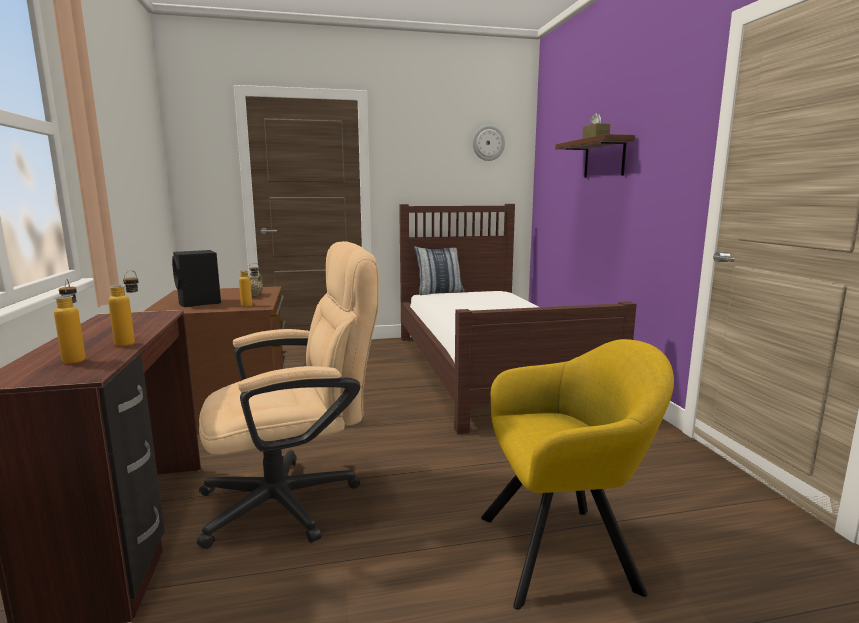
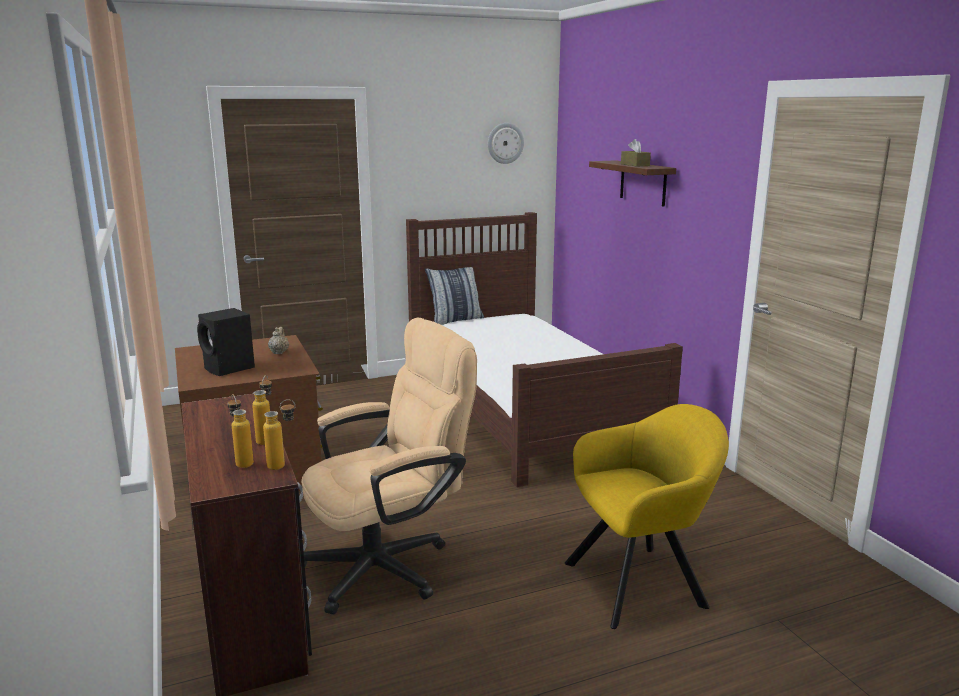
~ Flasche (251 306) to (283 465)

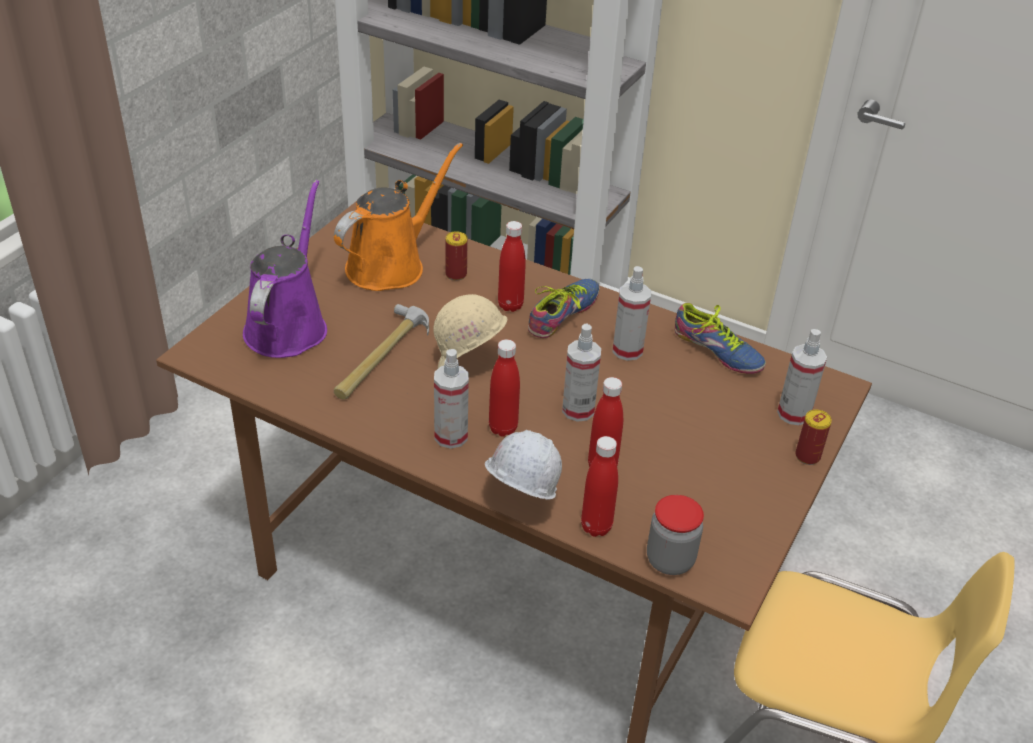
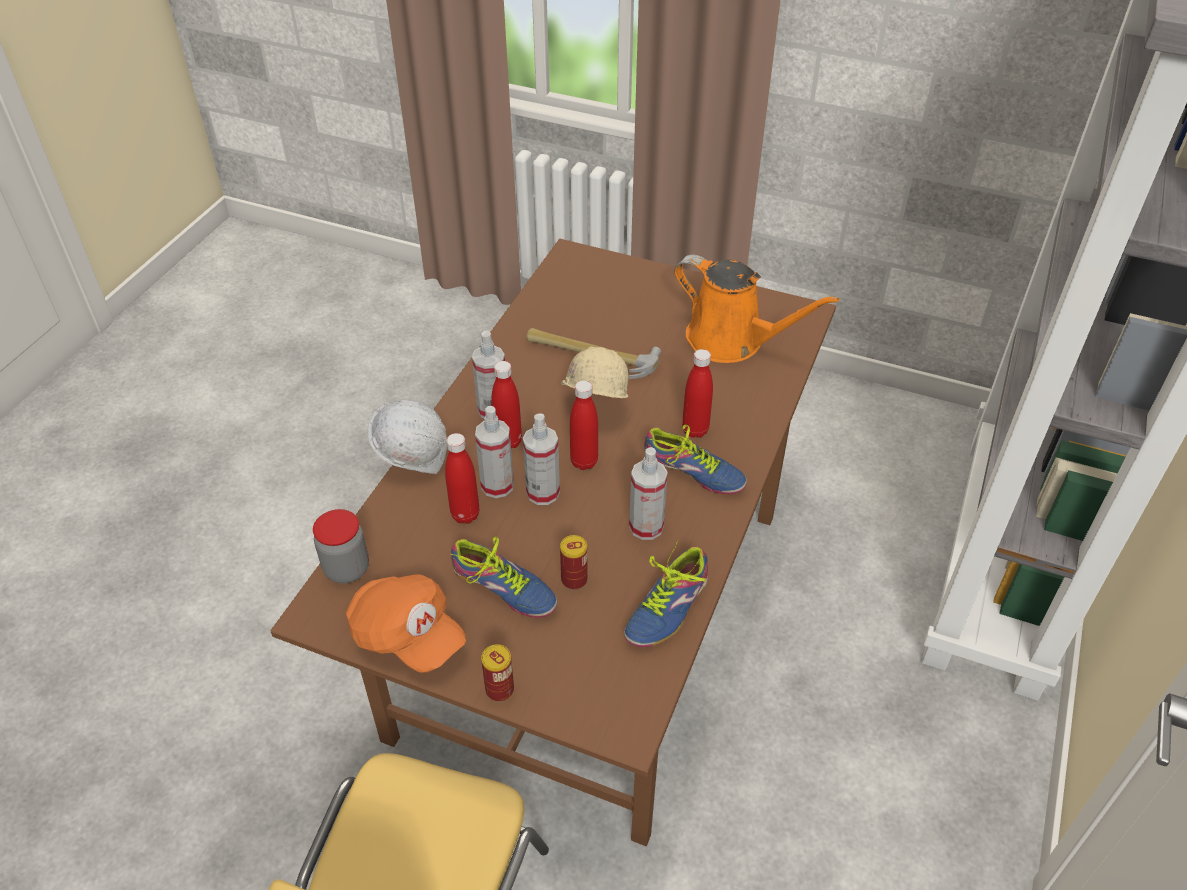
- Gießkanne/lila (288 325)
~ Dose (456 274) to (574 580)
~ Sprühflasche (793 414) to (497 485)
~ Flasche/rot (596 527) to (584 462)
+ Schuh (502 591)
+ Kappe/orange (407 636)

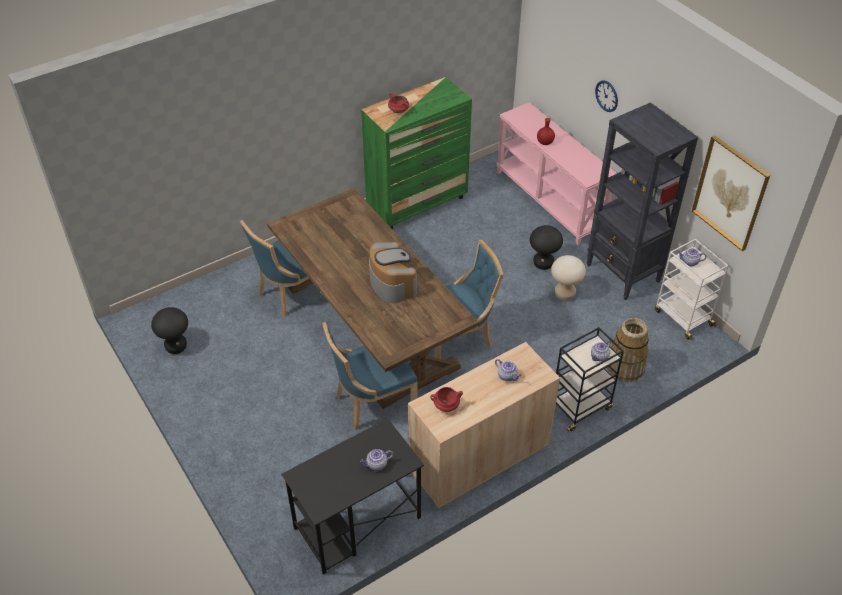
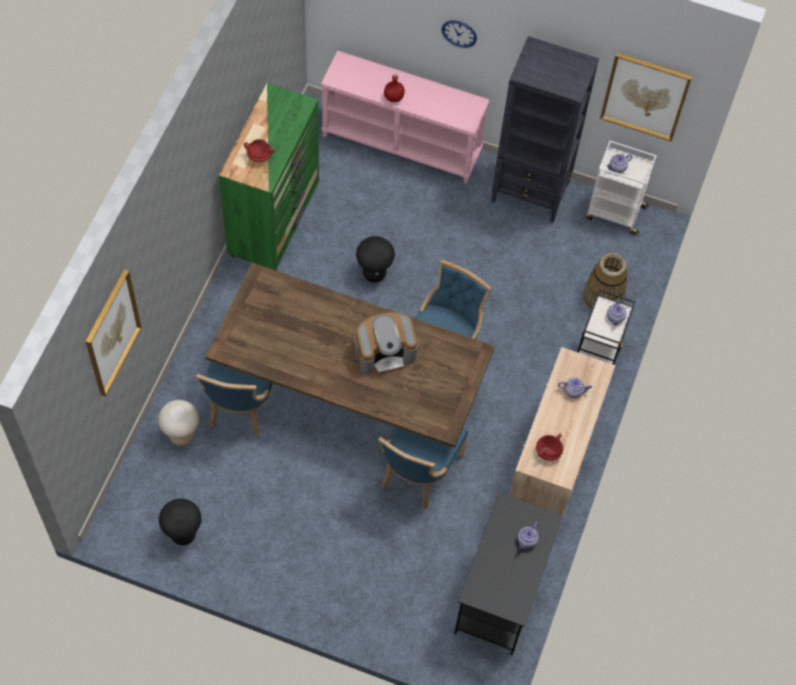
~ Hocker/schwarz (543 264) to (374 274)
~ Kaffeemaschine (392 283) = (385 352) 135 degrees clockwise
~ Hocker/beige (564 294) to (181 436)
+ Bild (112 333)

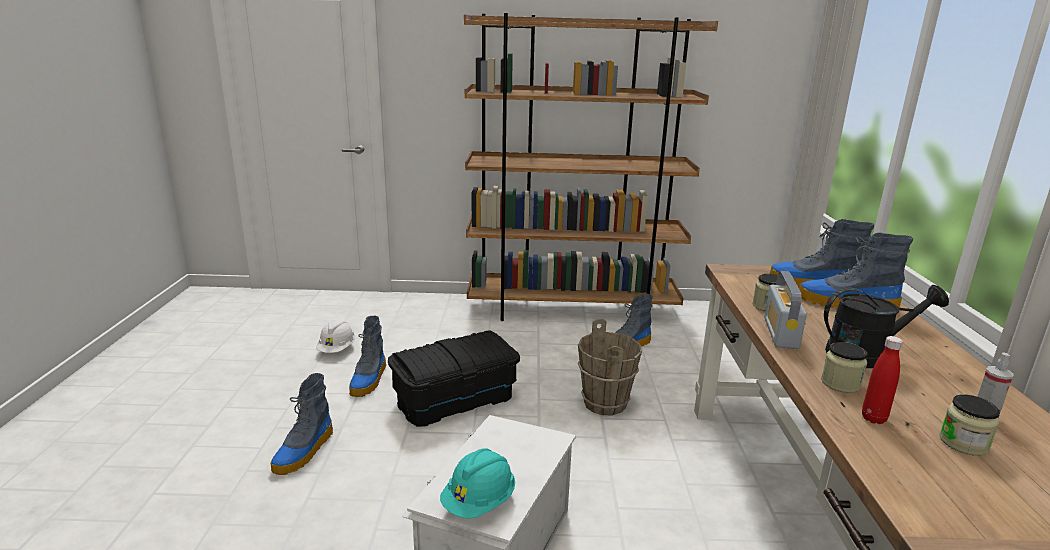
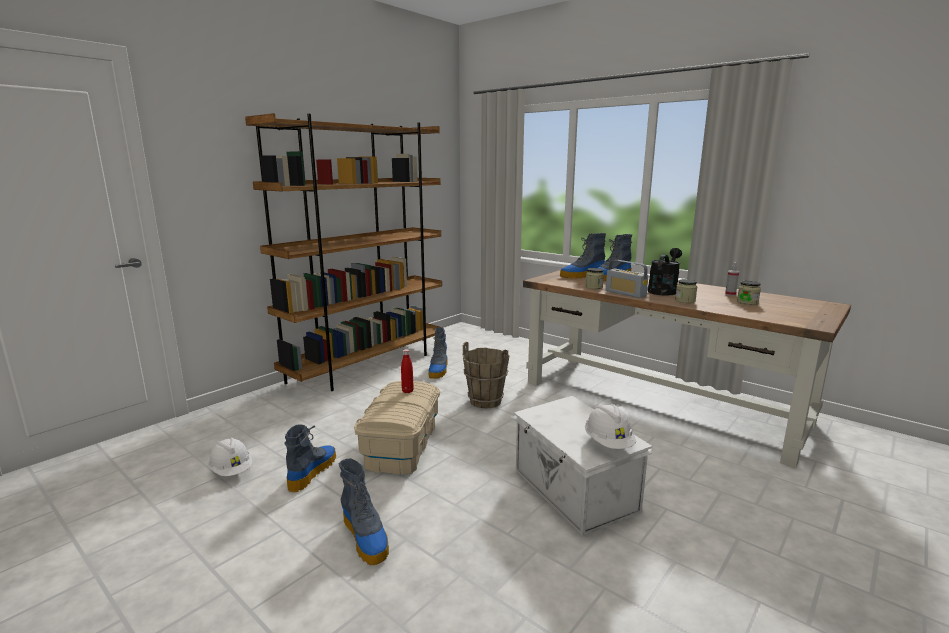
~ Stiefel (369 380) = (312 472) 120 degrees counterclockwise
~ Aufbewahrungsbox/schwarz (455 399) to Aufbewahrungsbox/beige (401 446)
~ Flasche/rot (873 418) to (407 391)
~ Schutzhelm/türkis (479 503) to Schutzhelm/weiß (608 443)

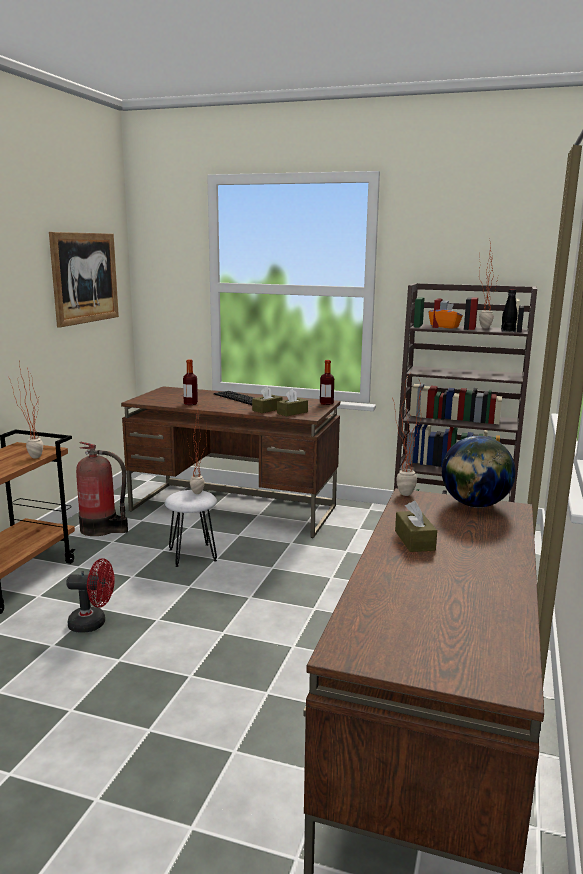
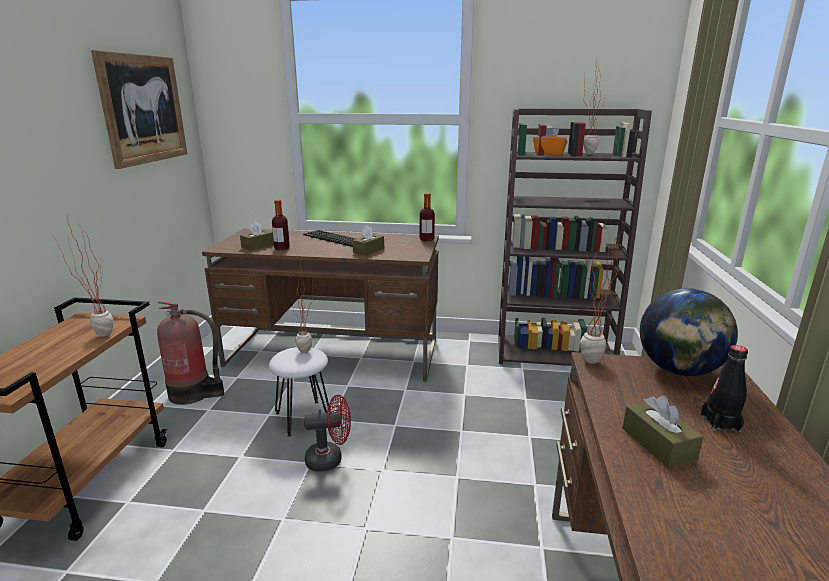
~ Flasche/schwarz (508 331) to (720 423)
~ Taschentuchbox/braun (292 412) to (258 246)
~ Ventilator/rot (93 623) to (330 459)

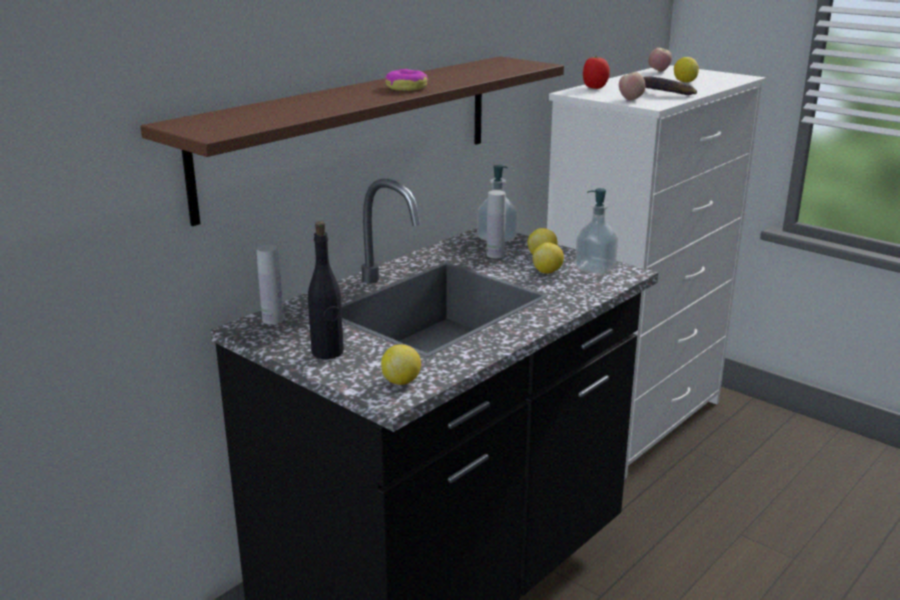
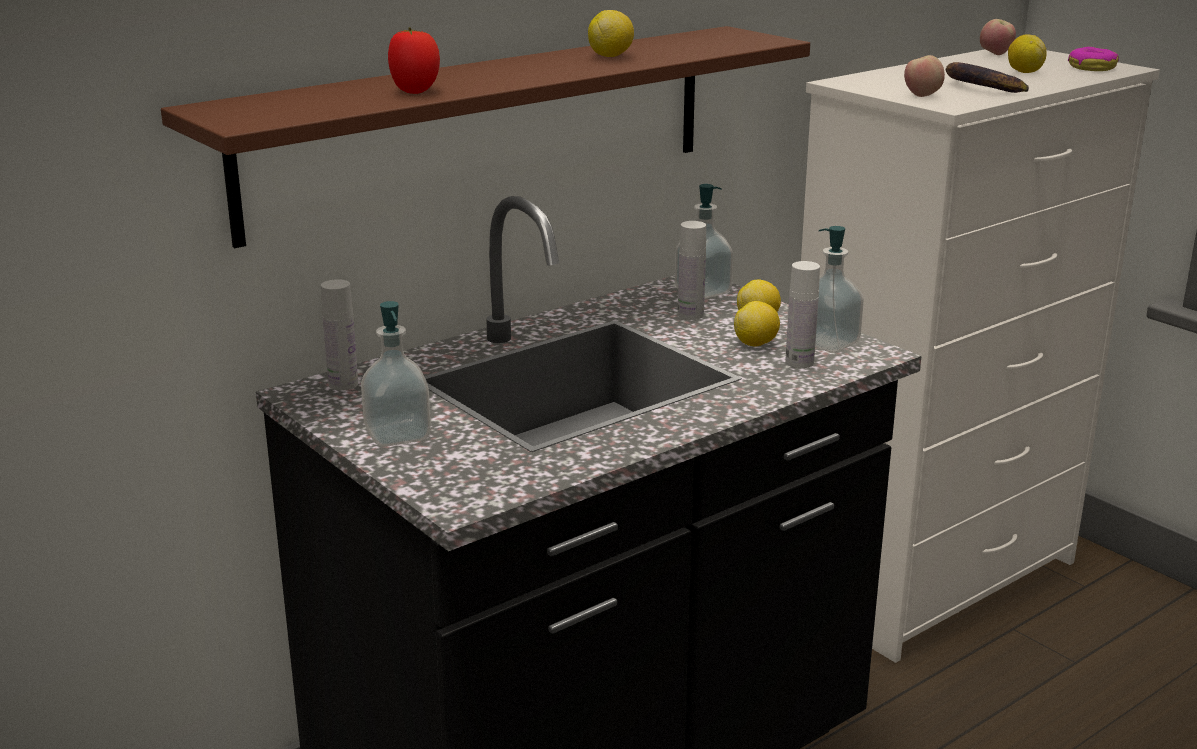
~ Tomate (594 88) to (415 91)
~ Donut (406 87) to (1092 67)
~ Flasche/schwarz (328 352) to Seifenspender (397 435)
~ Zitrone (401 381) to (611 56)
+ Flasche/weiß (799 362)

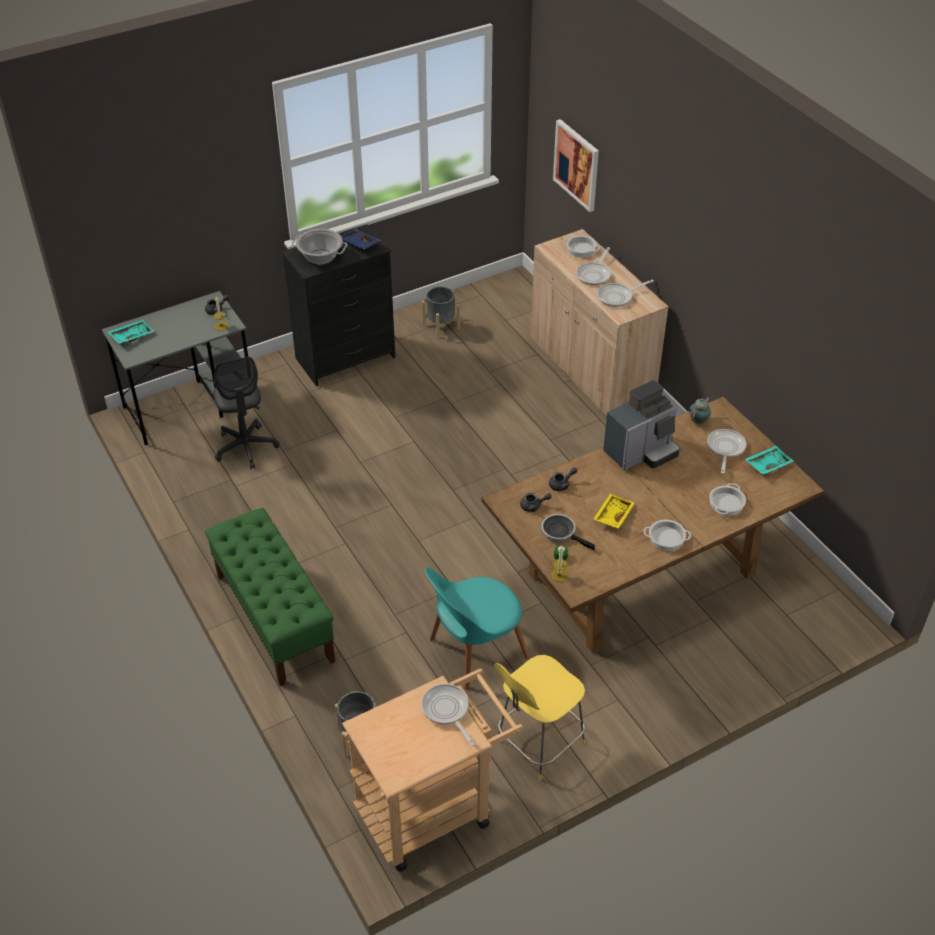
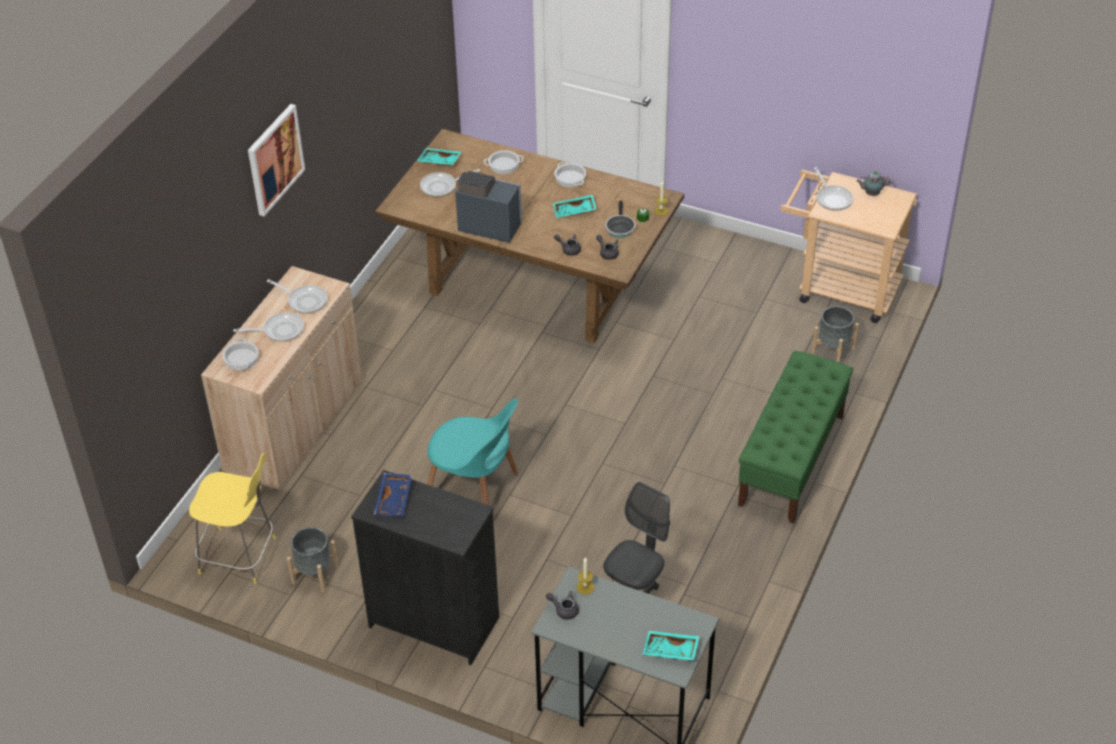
~ Bild (577 165) to (274 159)
- Kochtopf (321 257)
~ Teekanne (699 421) to (871 194)
~ Tablett/gelb (612 515) to Tablett/türkis (574 211)
~ Stuhl/türkis (474 650) to (475 489)
~ Hocker/gelb (538 743) to (240 556)
~ Pfanne (447 711) = (832 198) 45 degrees counterclockwise

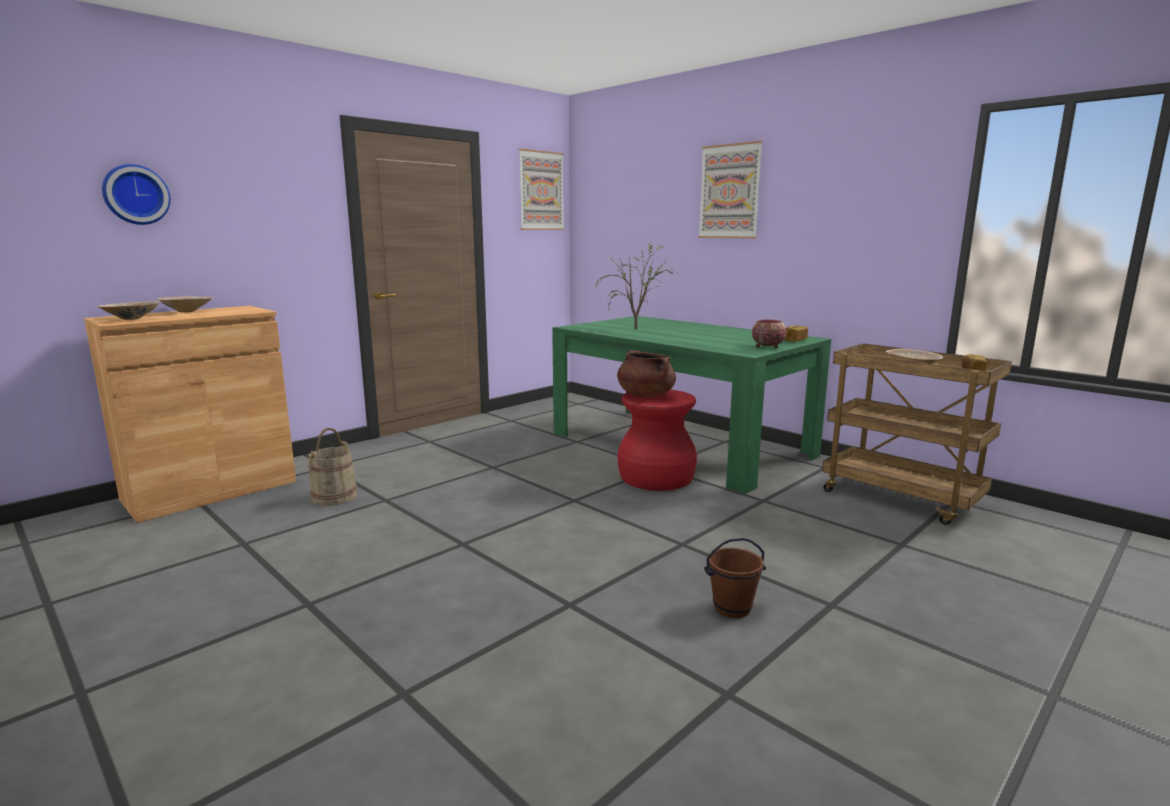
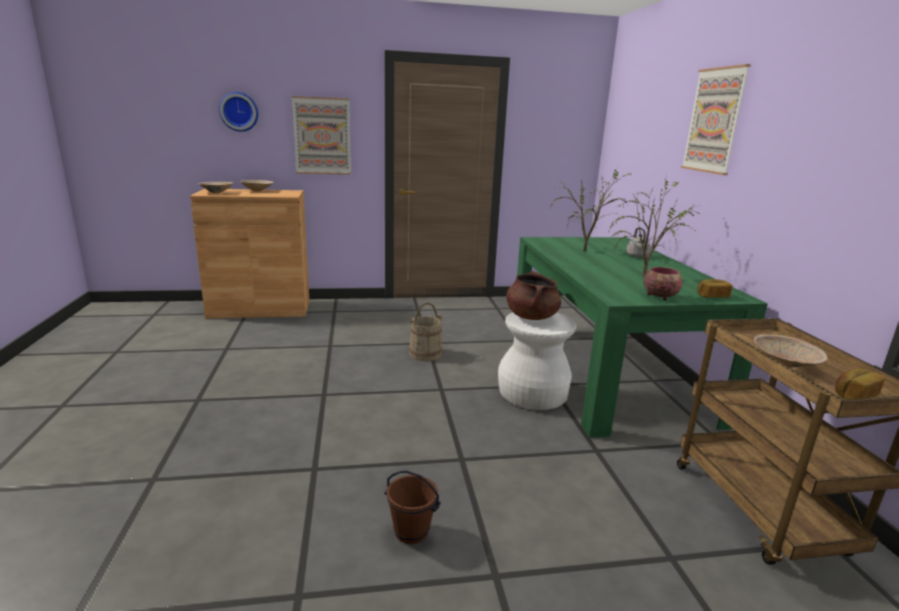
~ Bild (541 191) to (322 136)
~ Hocker/rot (655 478) to Hocker/weiß (531 393)
~ Eimer/beige (334 496) to (425 353)
+ Topfpflanze (642 274)
+ Wasserkessel/grau (638 256)

